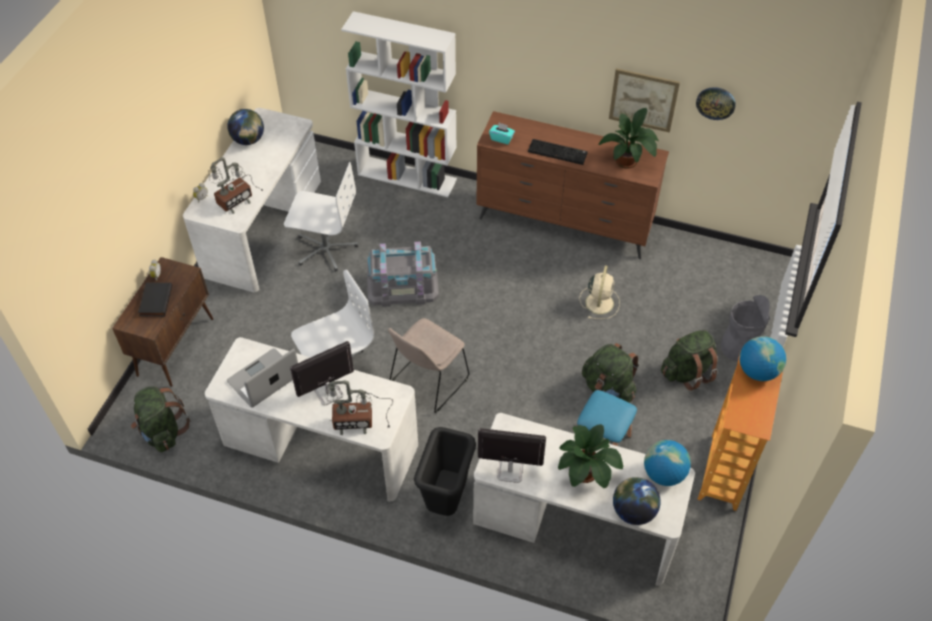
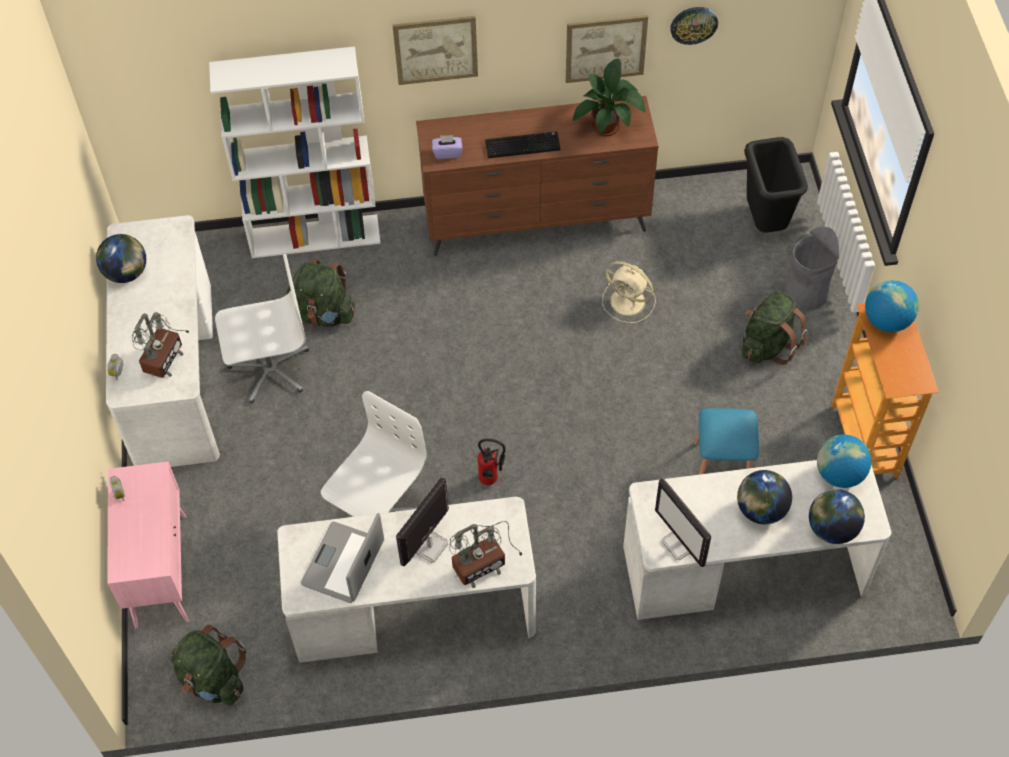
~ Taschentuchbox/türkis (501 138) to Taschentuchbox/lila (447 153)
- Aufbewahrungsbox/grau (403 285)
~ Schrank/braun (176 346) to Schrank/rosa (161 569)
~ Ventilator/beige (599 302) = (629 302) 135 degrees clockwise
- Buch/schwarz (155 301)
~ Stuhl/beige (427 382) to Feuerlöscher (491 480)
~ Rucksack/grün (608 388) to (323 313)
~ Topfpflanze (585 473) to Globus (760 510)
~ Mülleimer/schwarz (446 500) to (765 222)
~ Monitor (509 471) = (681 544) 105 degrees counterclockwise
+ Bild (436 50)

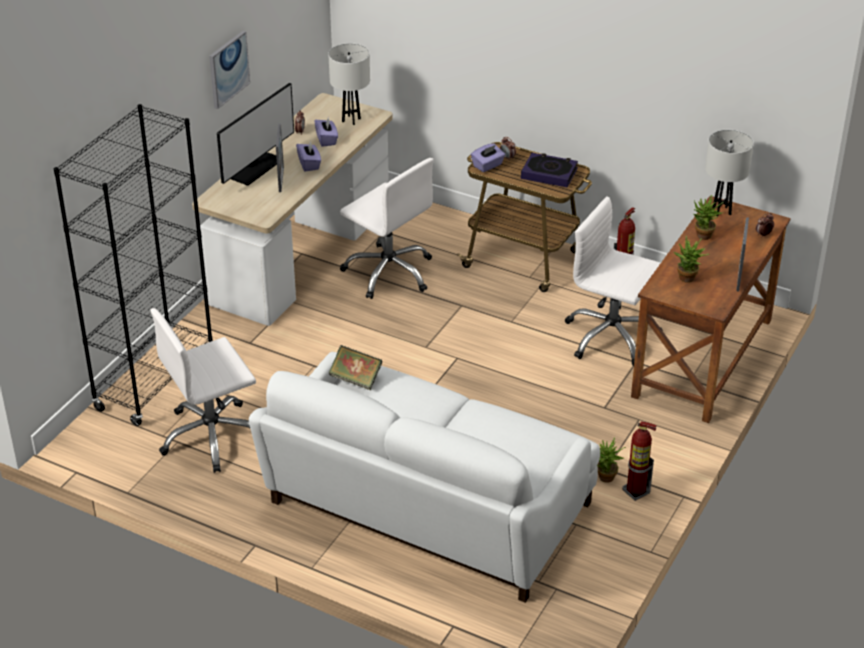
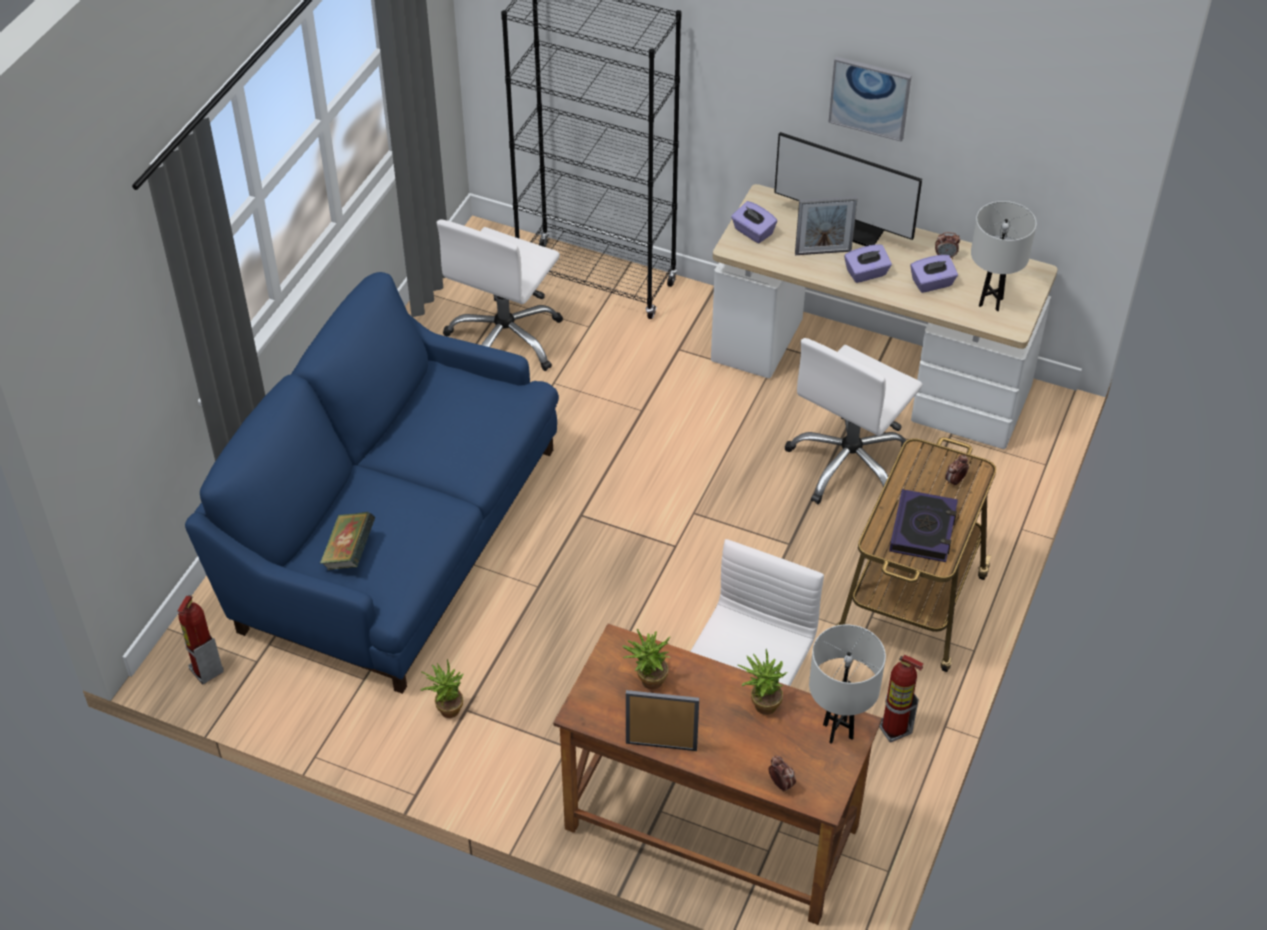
~ Taschentuchbox/lila (488 165) to (753 232)
~ Bürostuhl/weiß (212 437) = (505 340) 120 degrees counterclockwise
~ Buch (356 379) to (349 553)
~ Sofa/weiß (426 506) to Sofa/blau (394 534)
~ Feuerlöscher (636 492) to (205 670)

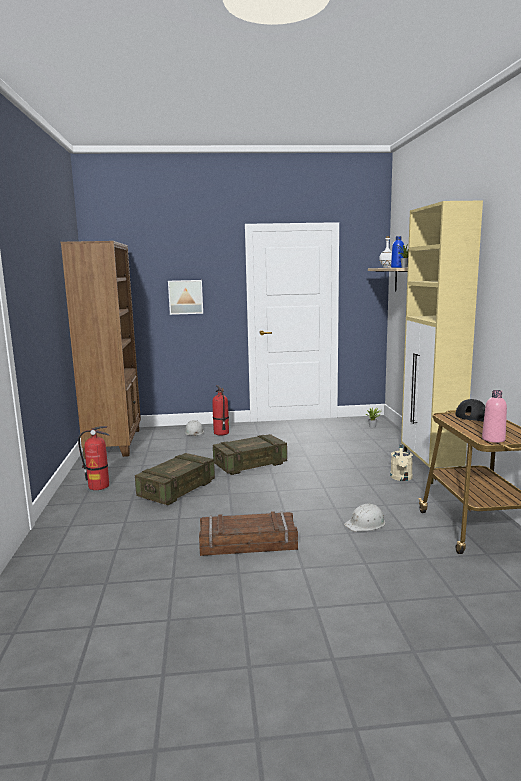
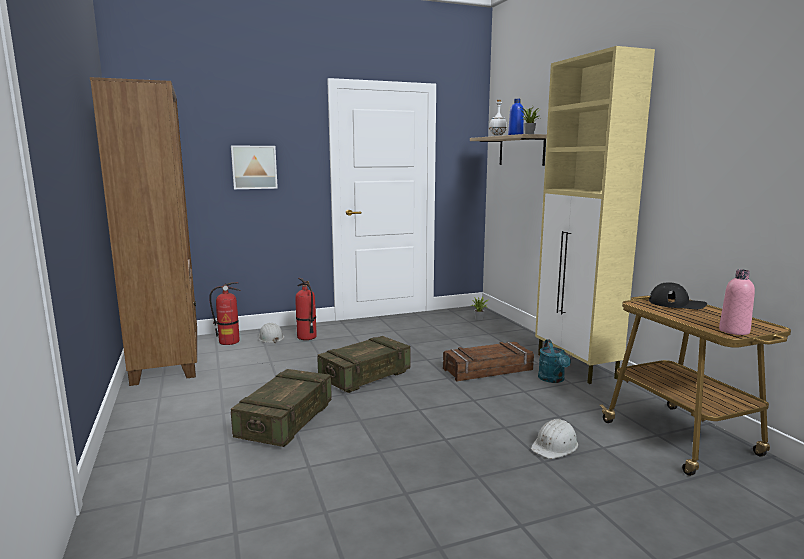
~ Feuerlöscher (99 486) to (229 342)
~ Gießkanne/beige (401 478) to Gießkanne/türkis (553 379)
~ Kiste (248 543) to (487 369)

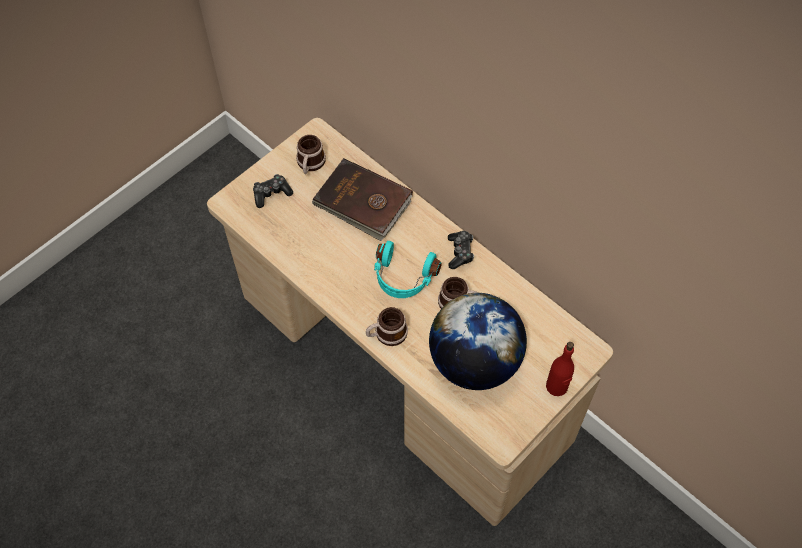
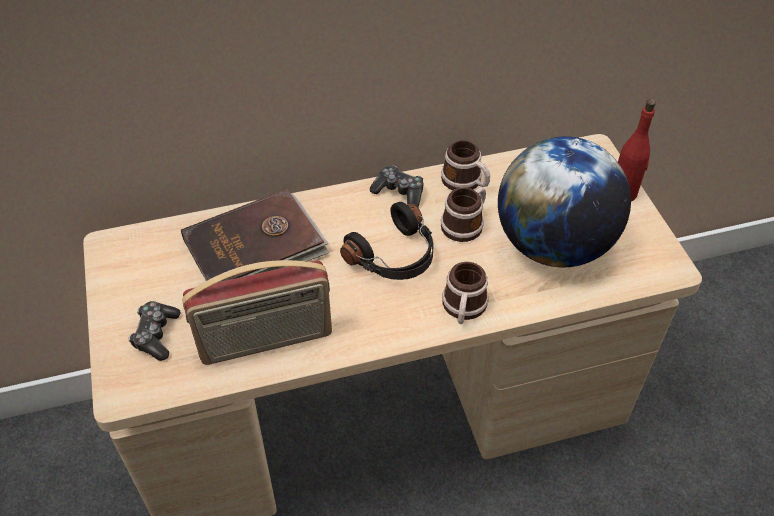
~ Henkelbecher (310 164) to (466 182)
~ Kopfhörer/türkis (403 277) to Kopfhörer/schwarz (395 257)
+ Radio (266 342)

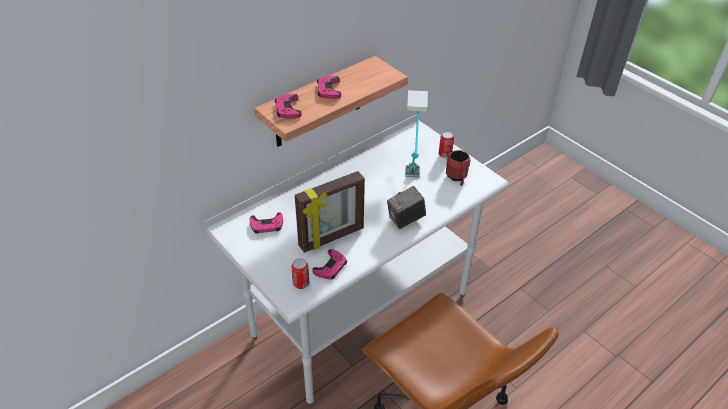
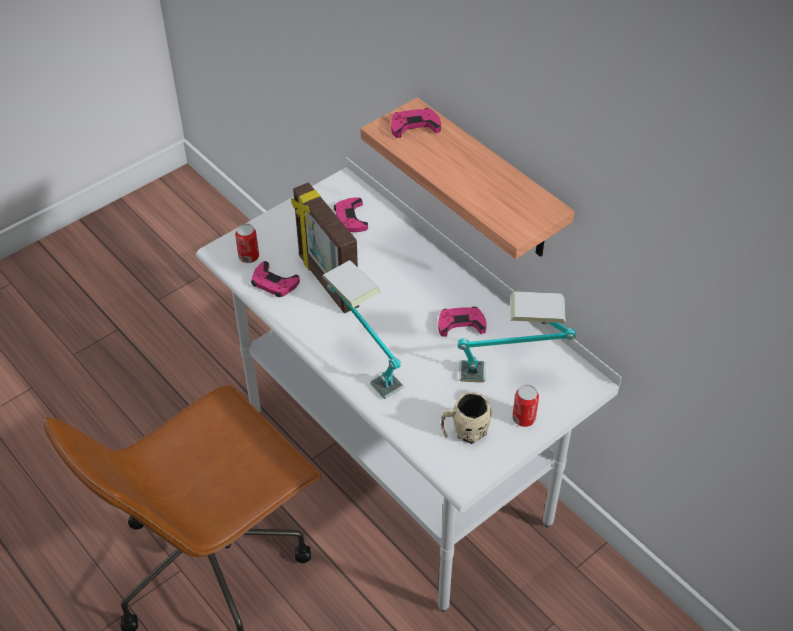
~ Gamepad/rosa (328 90) to (461 324)
~ Henkelbecher/rot (457 177) to Henkelbecher/beige (464 432)
~ Kamera (405 220) to Tischlampe (363 361)

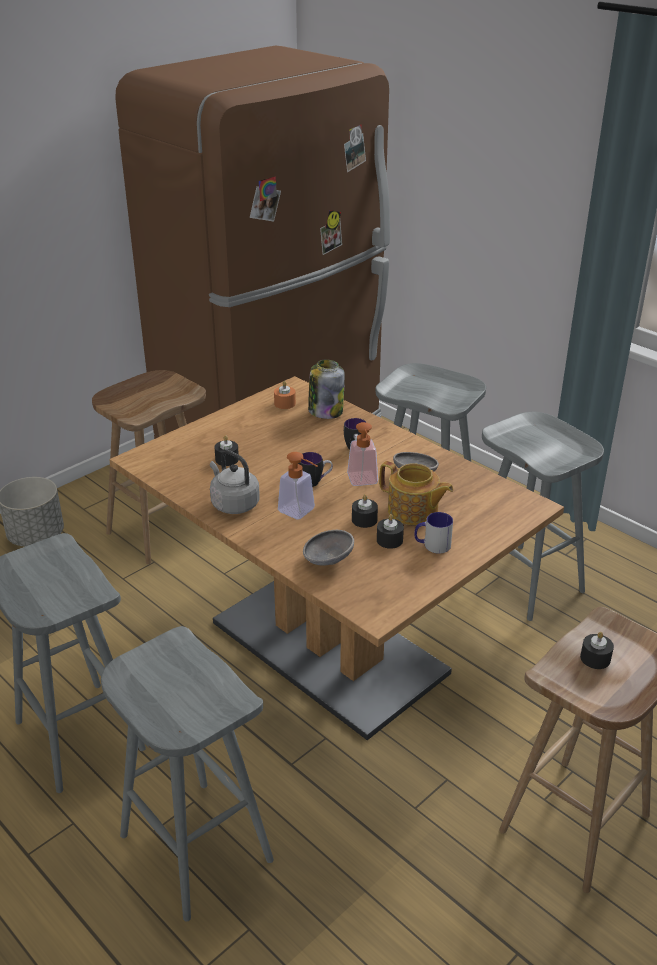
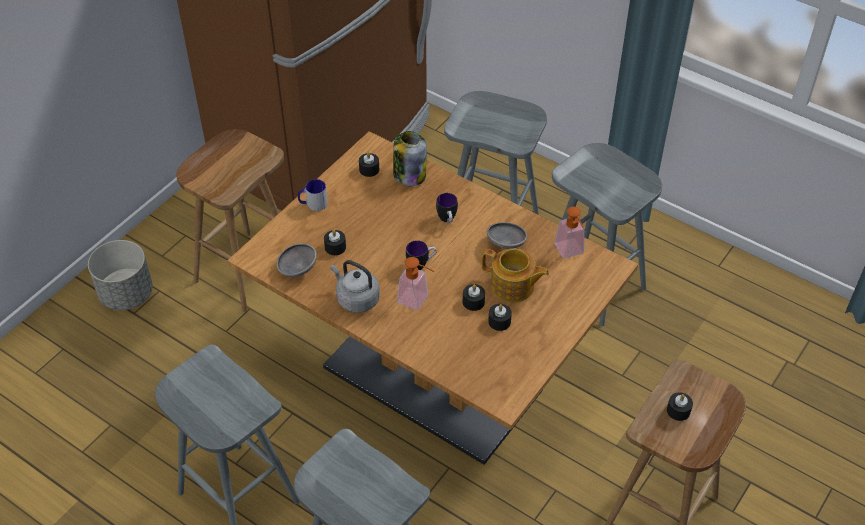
~ Kerze/orange (285 403) to Kerze/schwarz (369 169)
~ Seifenspender (363 482) to (571 252)
~ Henkelbecher (432 545) to (313 204)
~ Schüssel/grau (327 560) to (297 269)

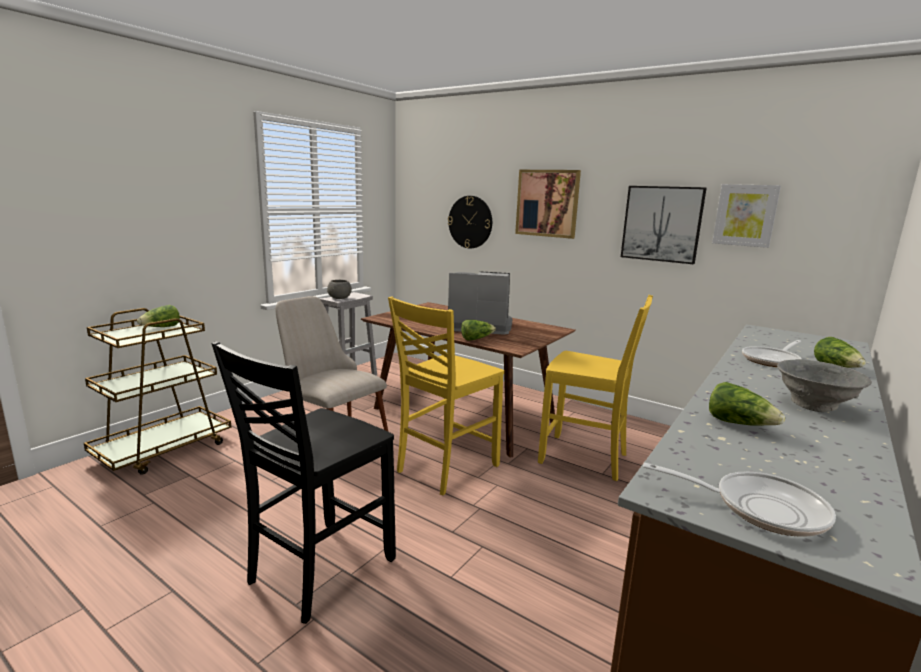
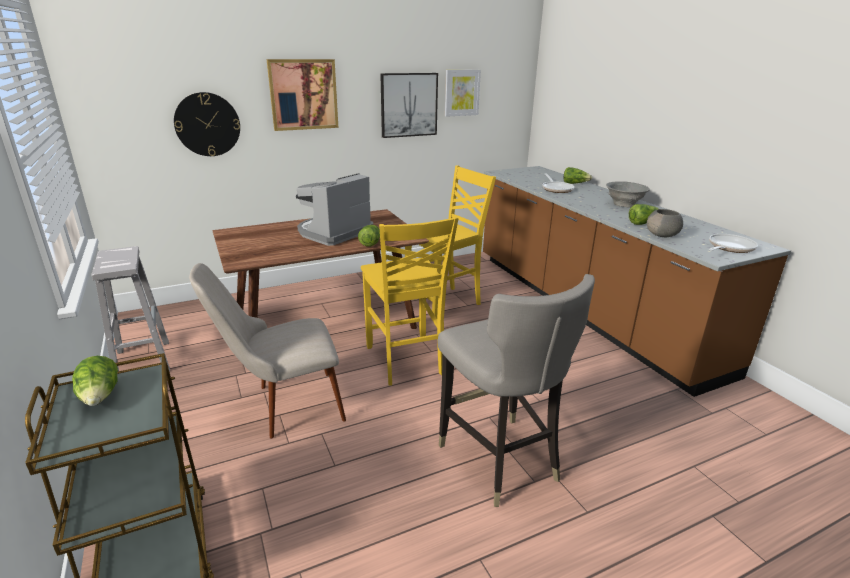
~ Schüssel/grau (339 298) to (662 235)
~ Stuhl/schwarz (318 570) to Hocker/grau (500 461)

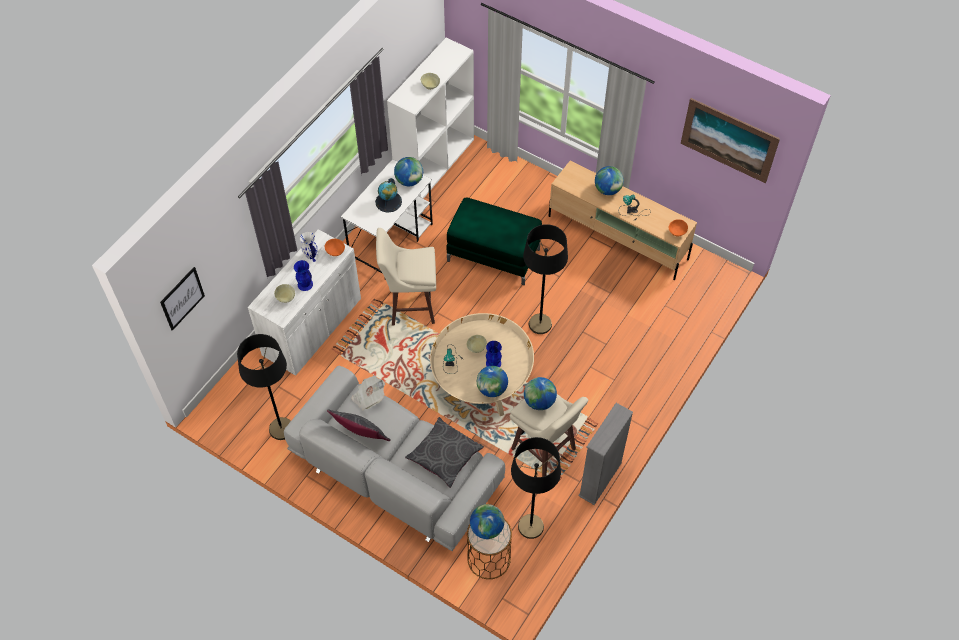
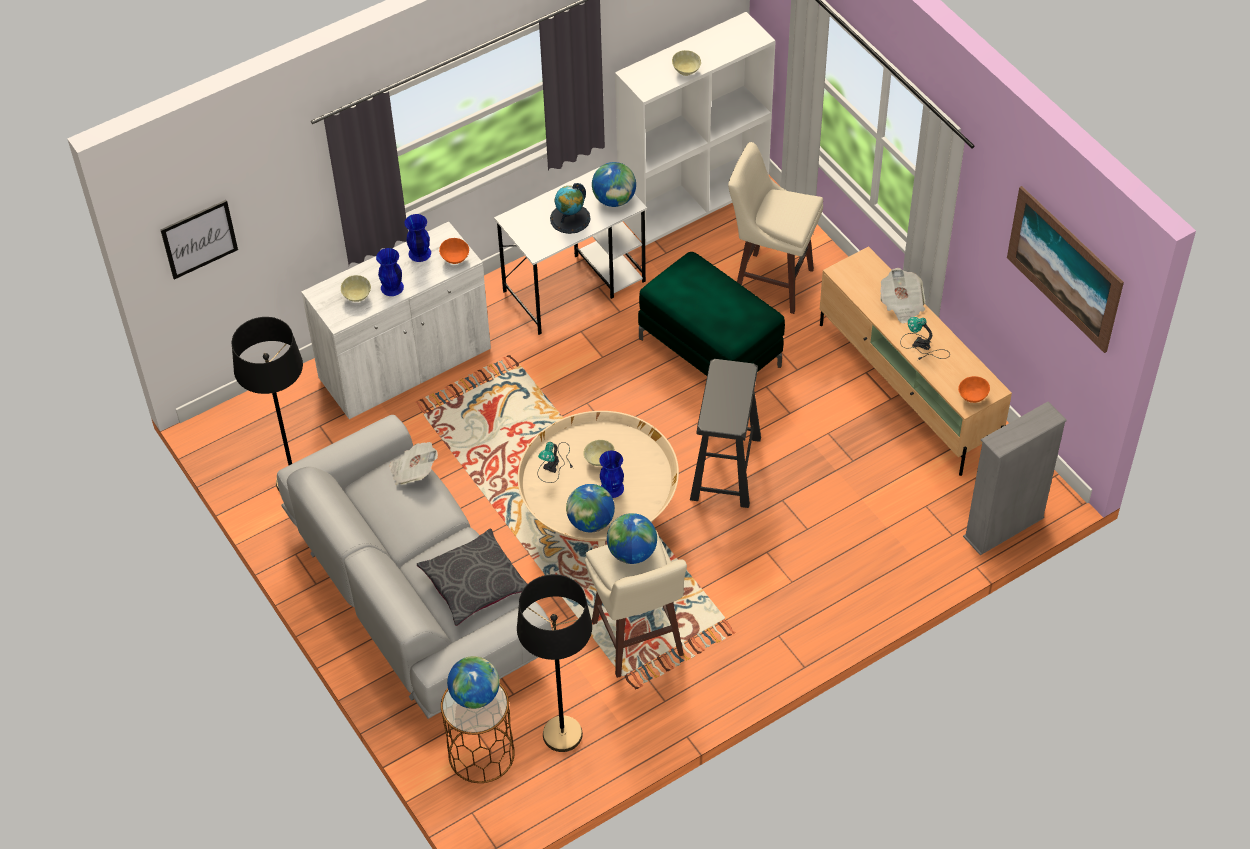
~ Globus (607 189) to Zeitung (901 304)
~ Stehlampe/schwarz (540 324) to Hocker/schwarz (725 469)
~ Hocker/beige (410 306) to (771 282)
~ Vase/weiß (310 256) to Vase/blau (419 253)
~ Bücherregal/grau (600 479) to (1003 527)
- Kissen/grau (361 437)

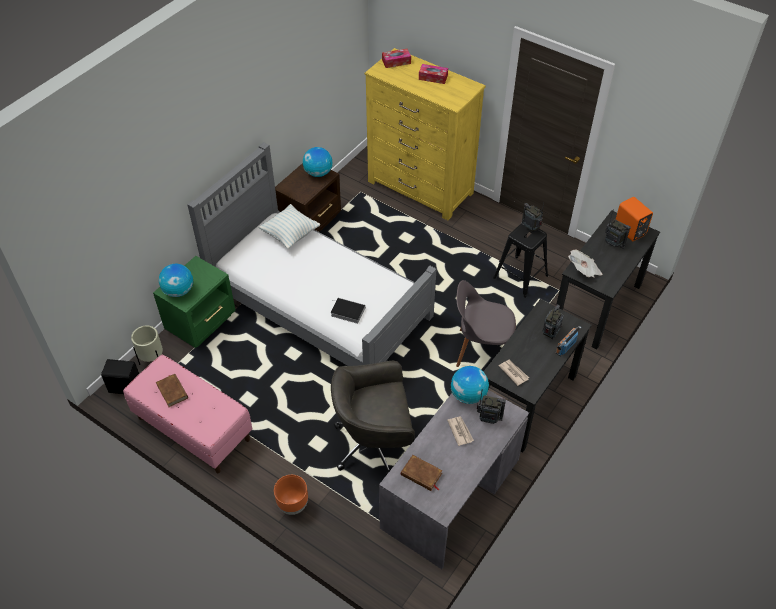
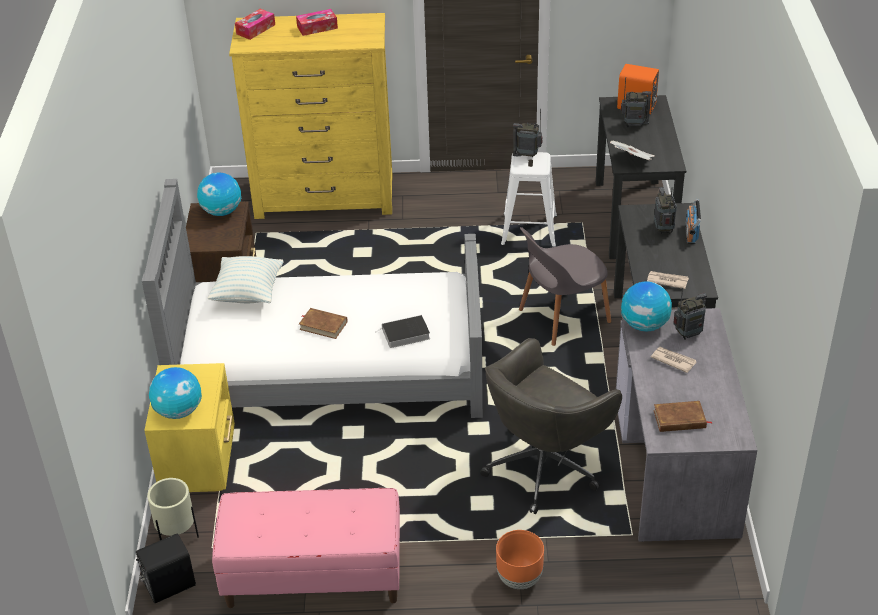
~ Hocker/schwarz (520 276) to Hocker/weiß (528 229)
~ Nachttisch/grün (202 323) to Nachttisch/gelb (200 462)
~ Buch/braun (172 391) to (323 325)

